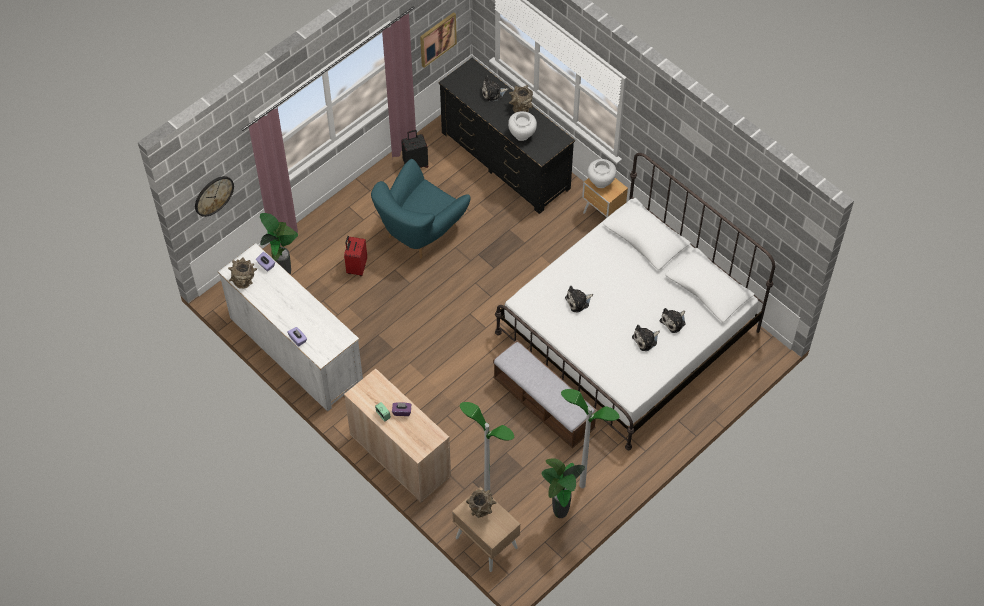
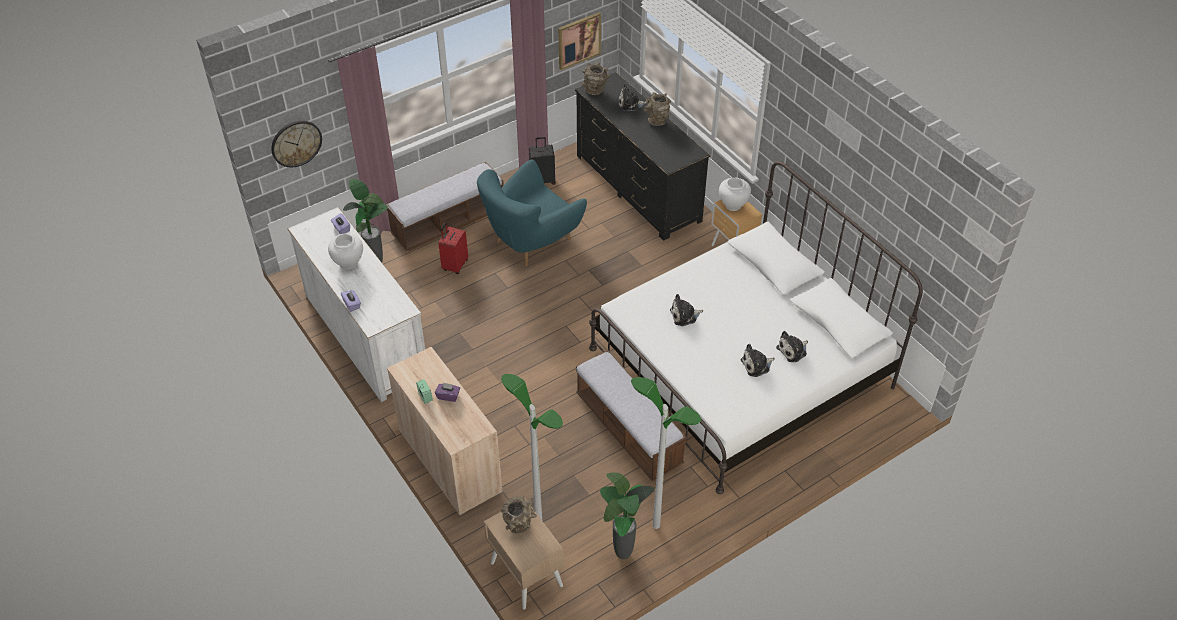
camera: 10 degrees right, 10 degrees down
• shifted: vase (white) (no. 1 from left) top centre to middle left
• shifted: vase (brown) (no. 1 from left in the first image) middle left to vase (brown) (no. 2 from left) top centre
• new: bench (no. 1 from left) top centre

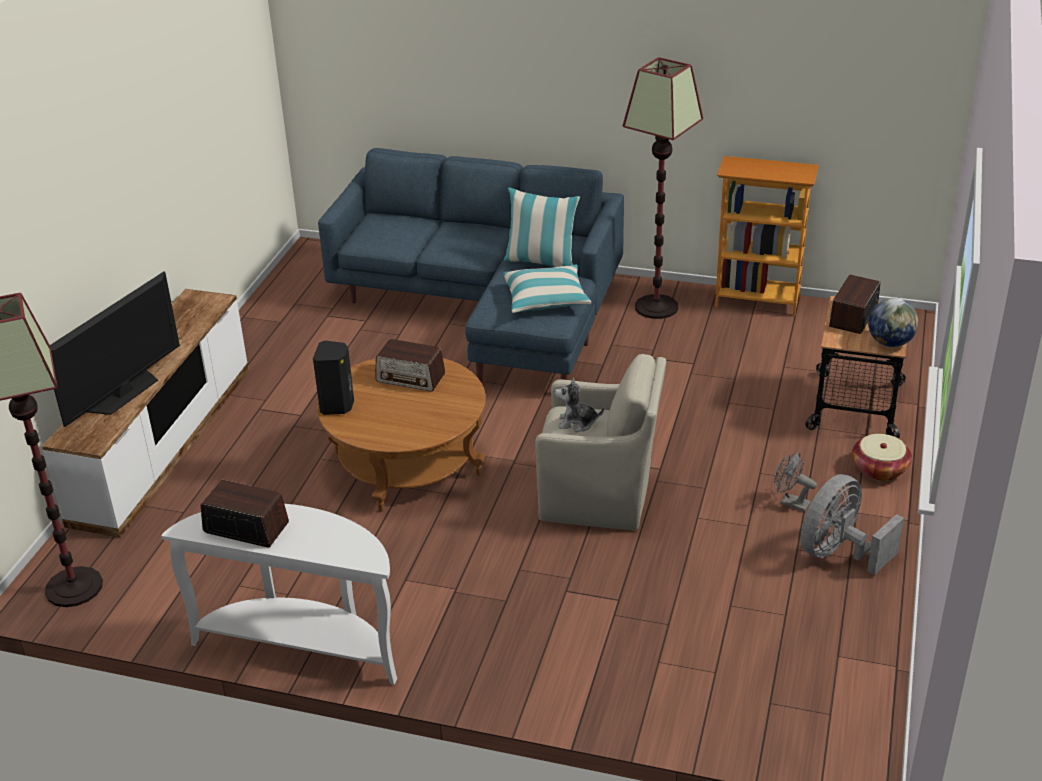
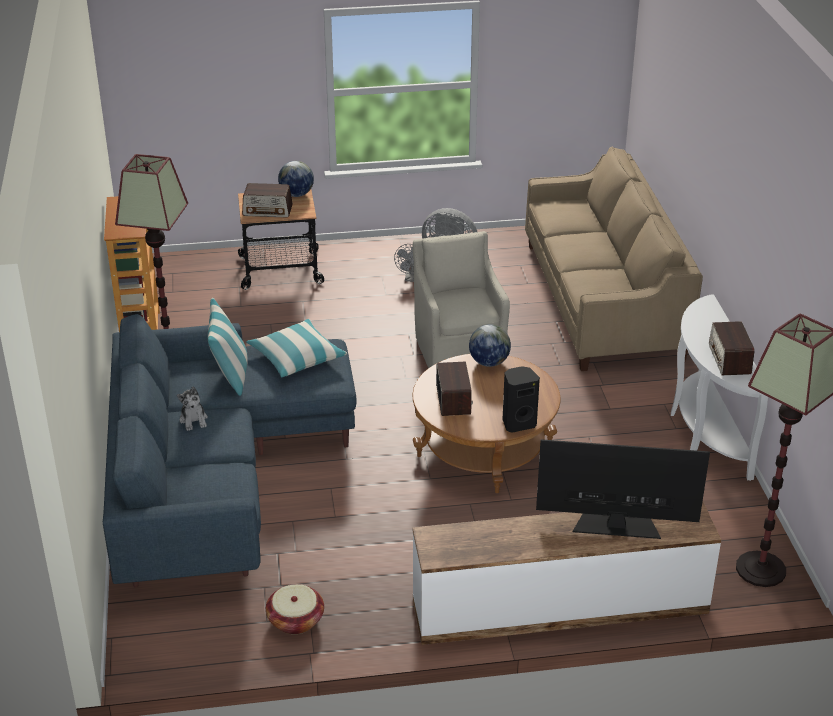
camera: 115 degrees left, 0 degrees up
• shifted: plush toy centre to middle left
• shifted: basket middle right to bottom centre
• new: sofa (beige) middle right
• new: globe (no. 2 from left) centre

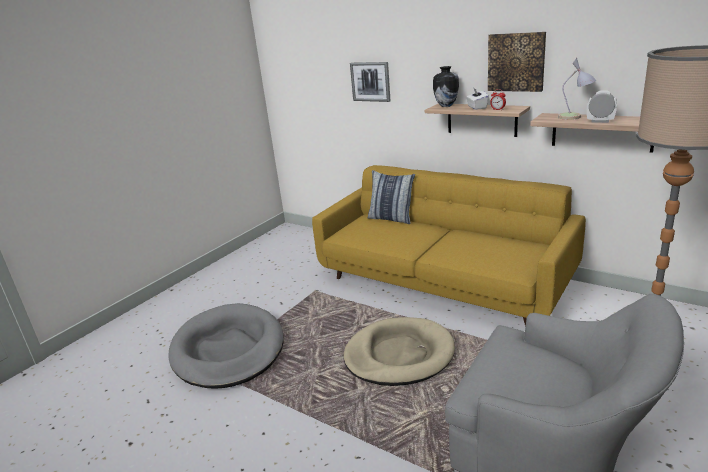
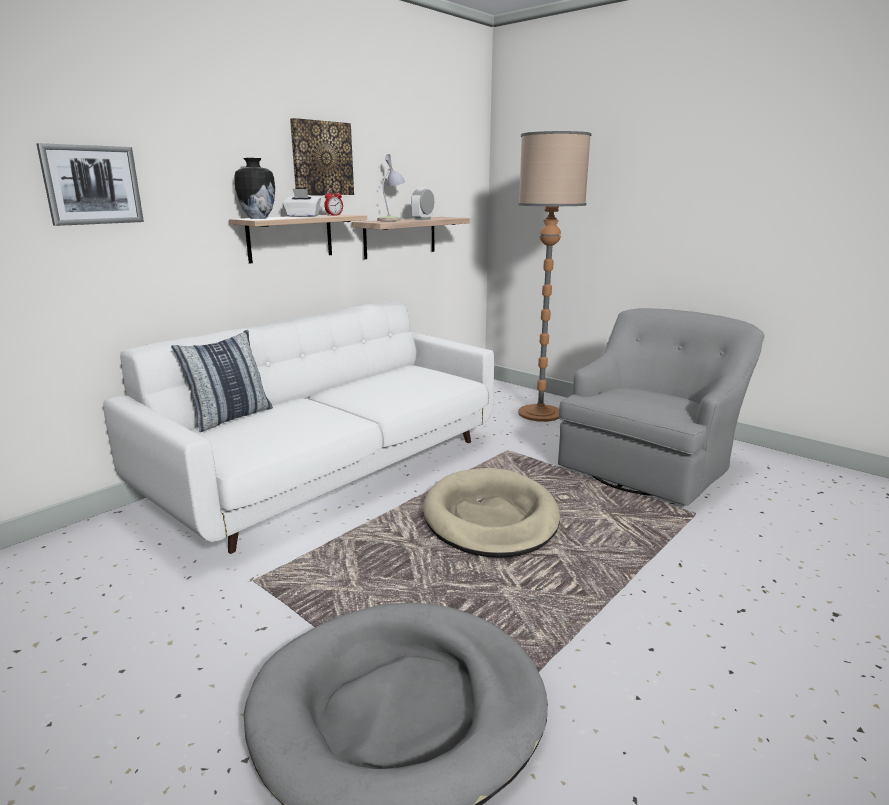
camera: 85 degrees left, 5 degrees down
• repainted: sofa (yellow) centre to sofa (white) centre

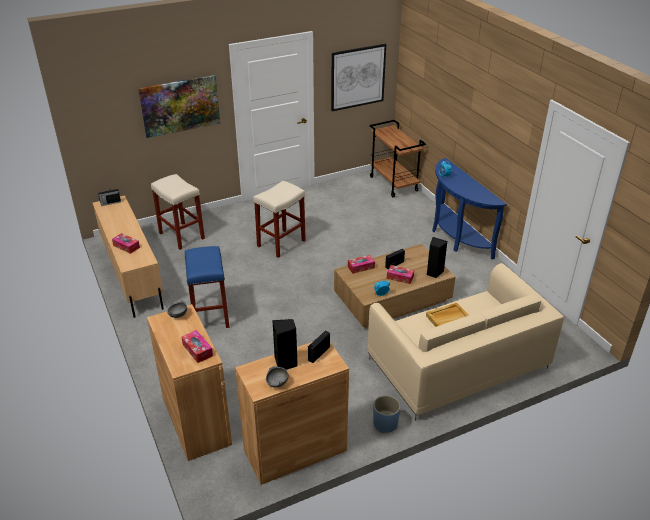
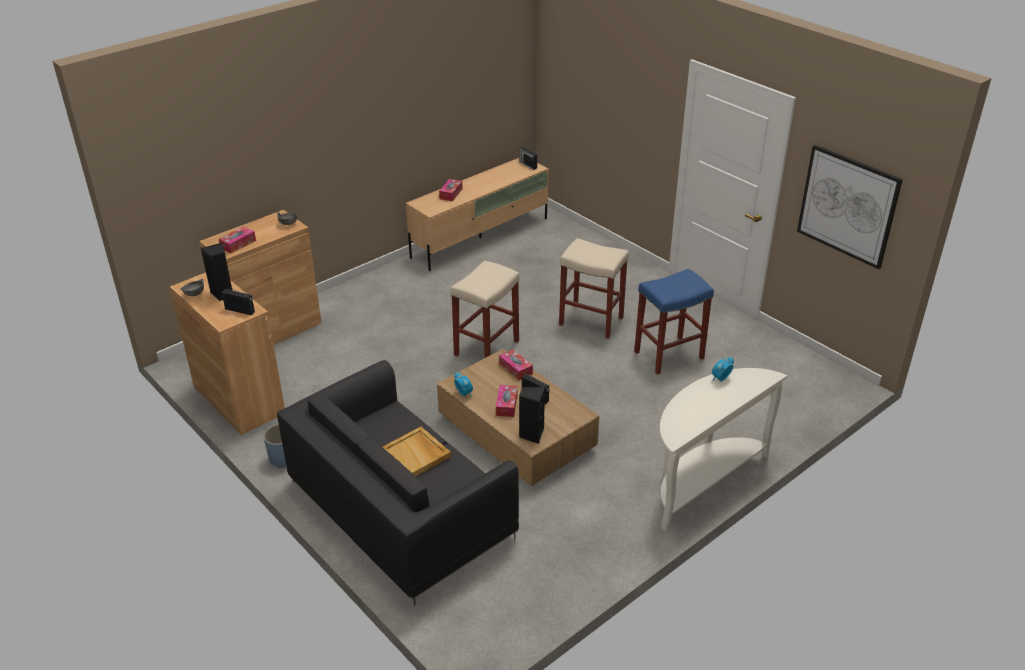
camera: 75 degrees right, 0 degrees up
• gone: picture (no. 1 from left) top left
• gone: cart (brown) top centre
• repainted: console table (blue) middle right to console table (white) bottom right
• shifted: stool (beige) (no. 1 from left) middle left to centre
• shifted: stool (blue) middle left to centre
• repainted: sofa (beige) middle right to sofa (black) bottom centre

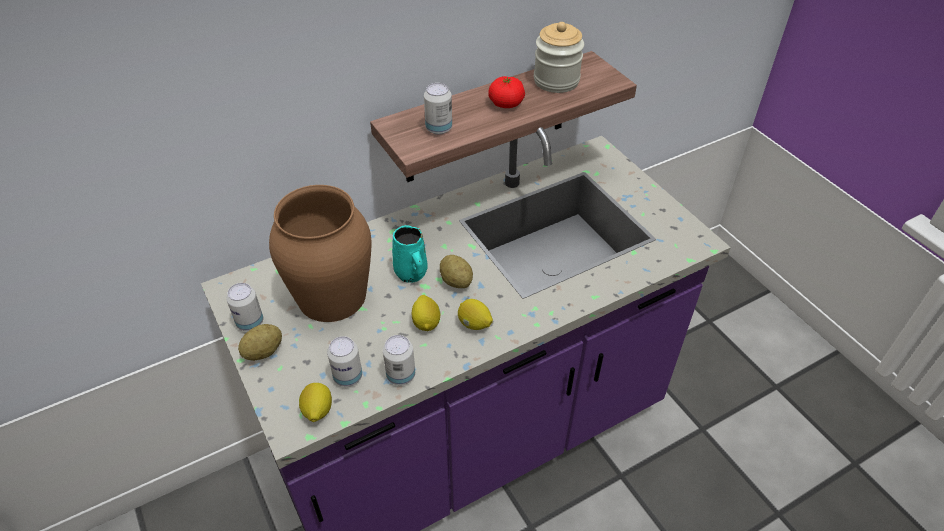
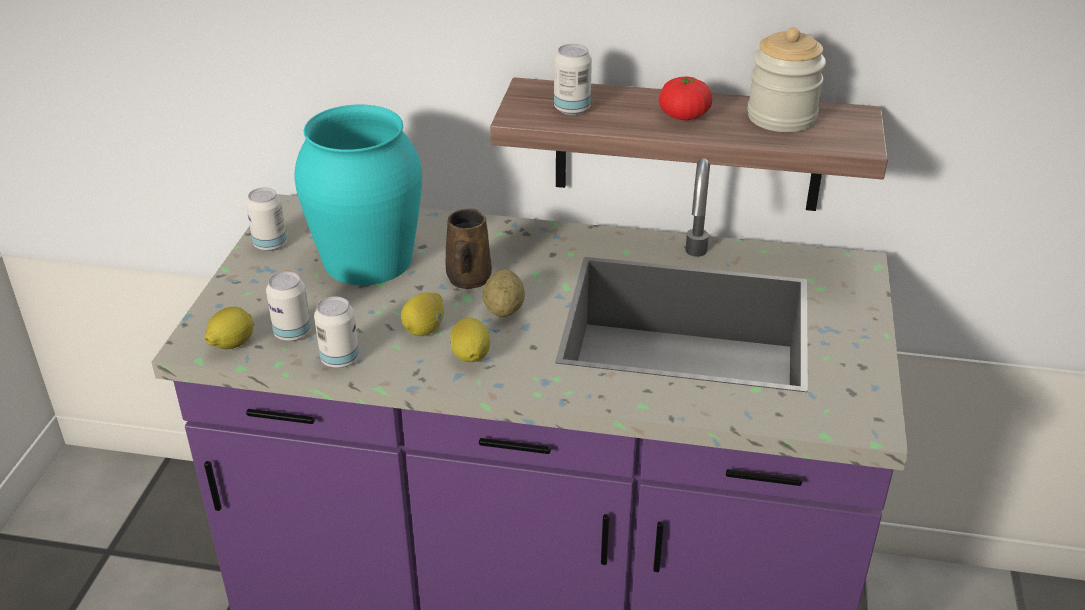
camera: 40 degrees right, 10 degrees down
• repainted: vase (brown) centre to vase (turquoise) top left
• repainted: mug (turquoise) centre to mug (brown) centre
• gone: potato (no. 1 from left) middle left

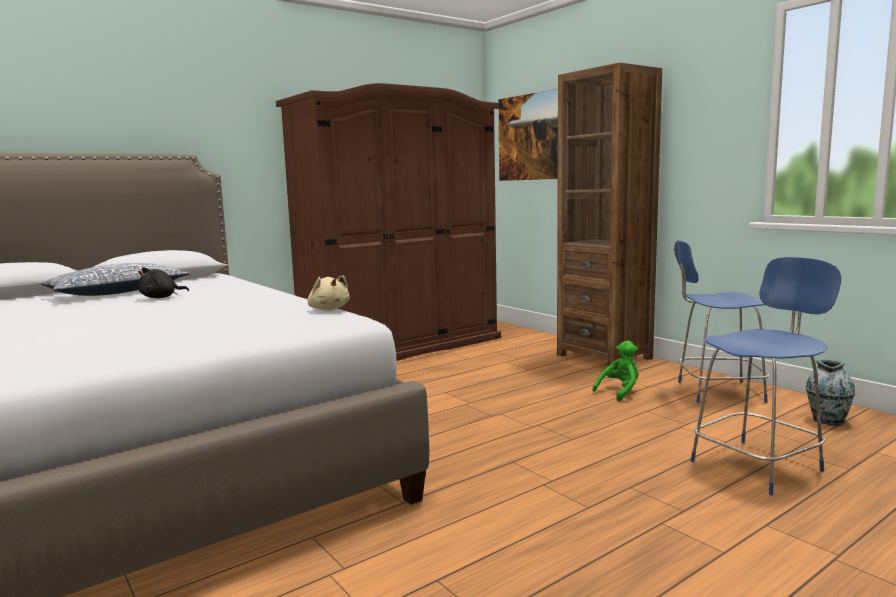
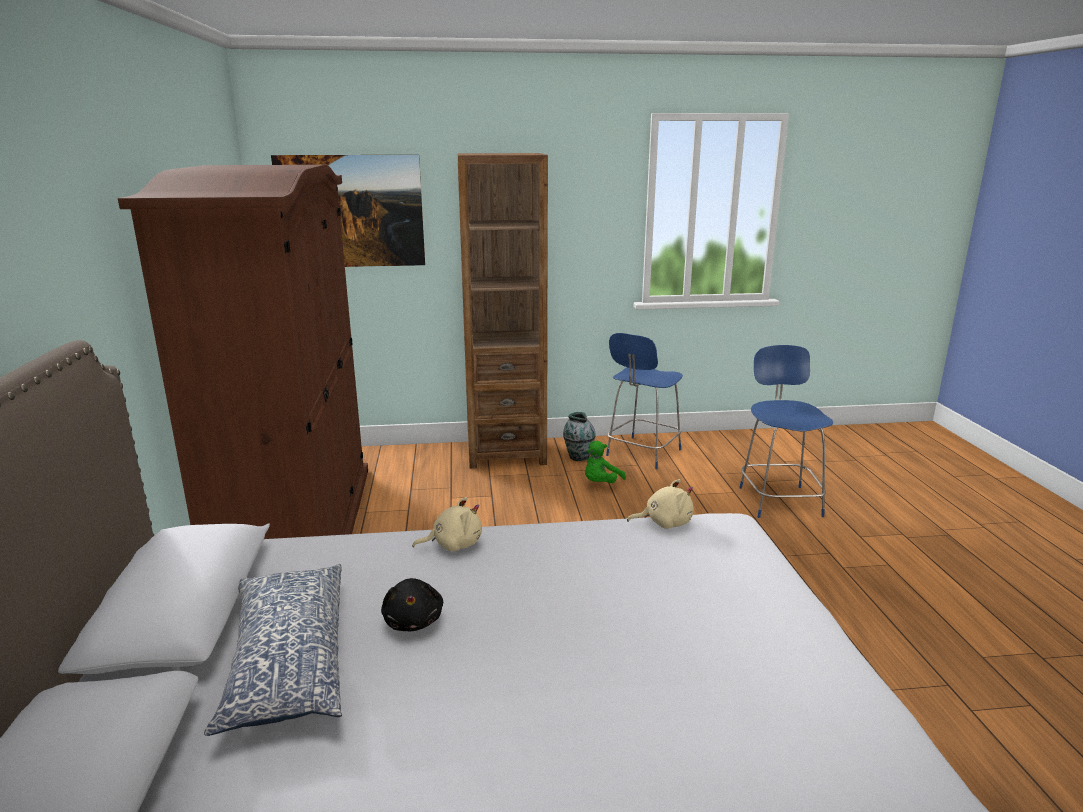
camera: 60 degrees left, 10 degrees up
• rotated: plush toy (green) middle right = centre 135 degrees counterclockwise
• shifted: vase middle right to centre
• new: plush toy (beige) (no. 1 from left) centre

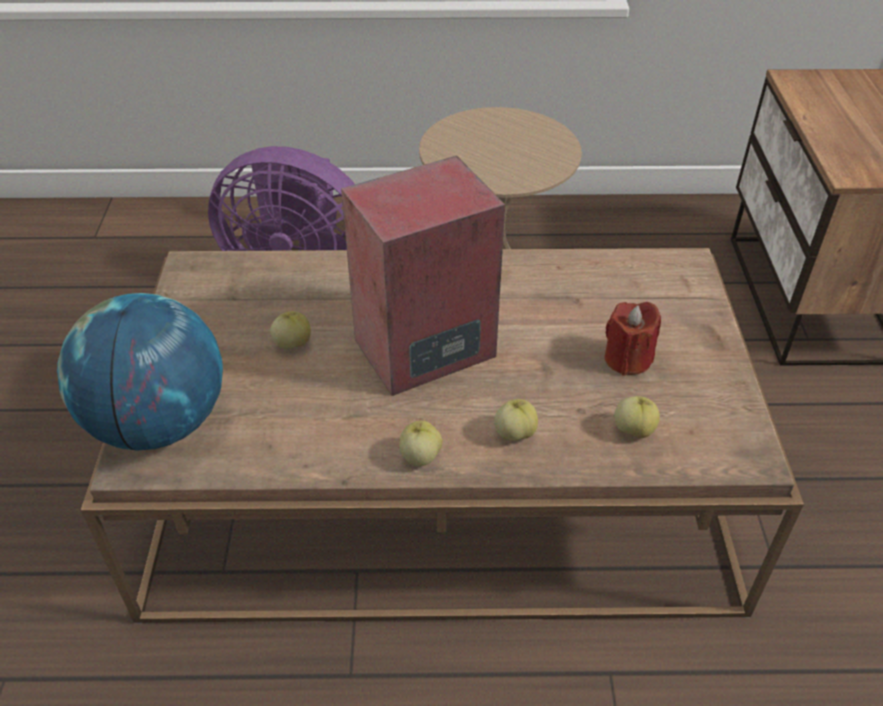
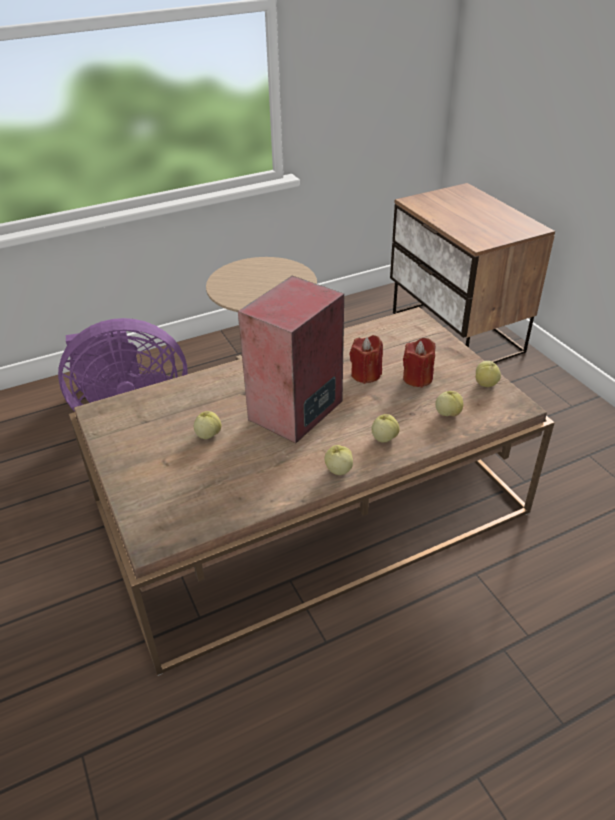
camera: 25 degrees left, 5 degrees down
• gone: globe middle left
• new: candle (red) (no. 1 from left) centre
• new: apple (no. 5 from left) middle right

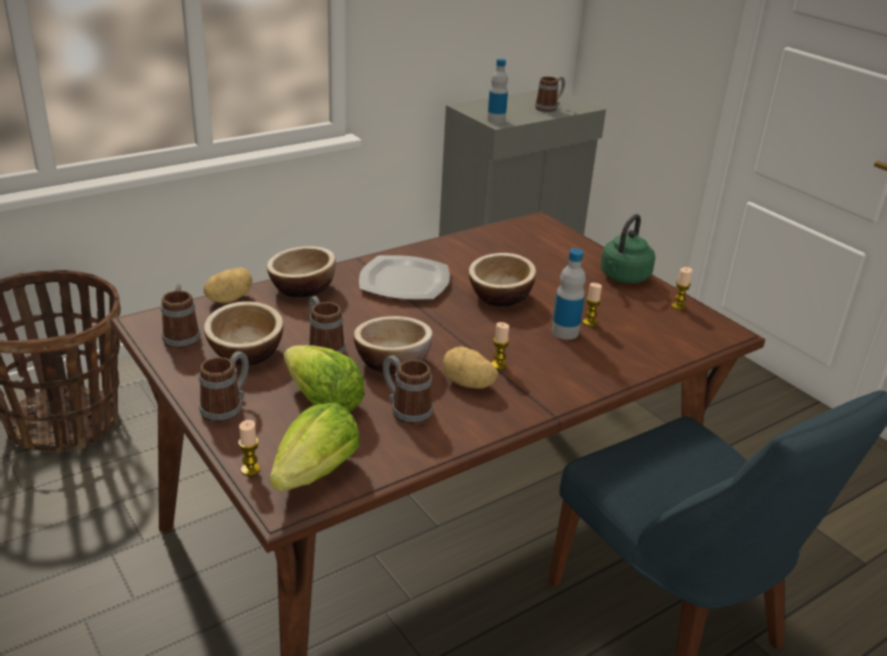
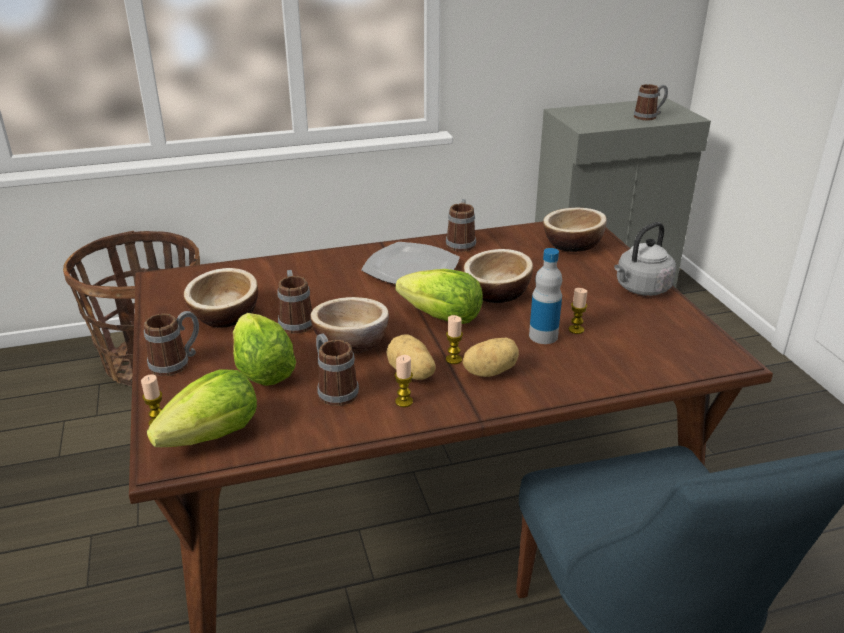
camera: 20 degrees right, 0 degrees up
• gone: bottle (no. 1 from left) top centre
• repainted: kettle (green) middle right to kettle (grey) middle right
• shifted: bowl (no. 2 from left in the first image) centre to bowl (no. 4 from left) middle right
• shifted: potato (no. 1 from left in the first image) middle left to potato (no. 2 from left) centre
• shifted: candle (no. 4 from left in the first image) middle right to candle (no. 2 from left) centre
• shifted: mug (no. 1 from left in the first image) middle left to mug (no. 4 from left) centre
• new: lettuce (no. 3 from left) centre

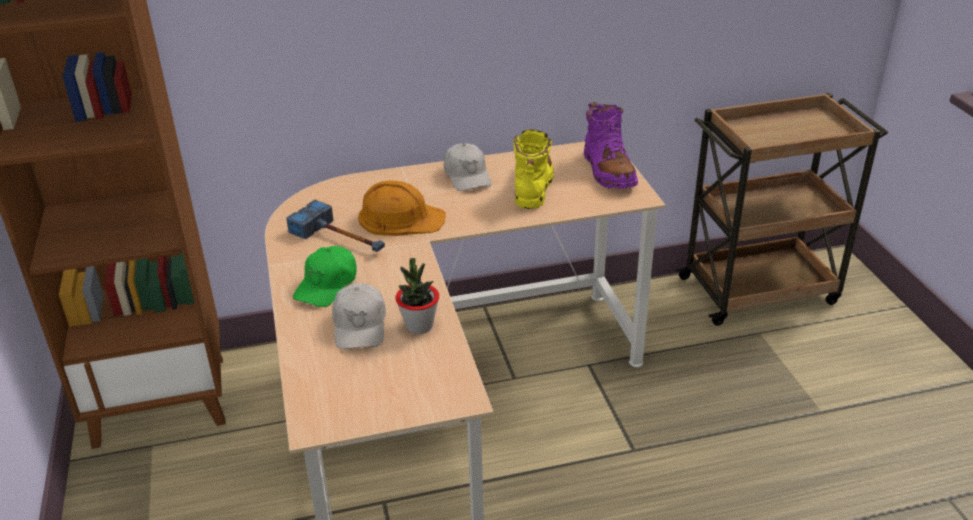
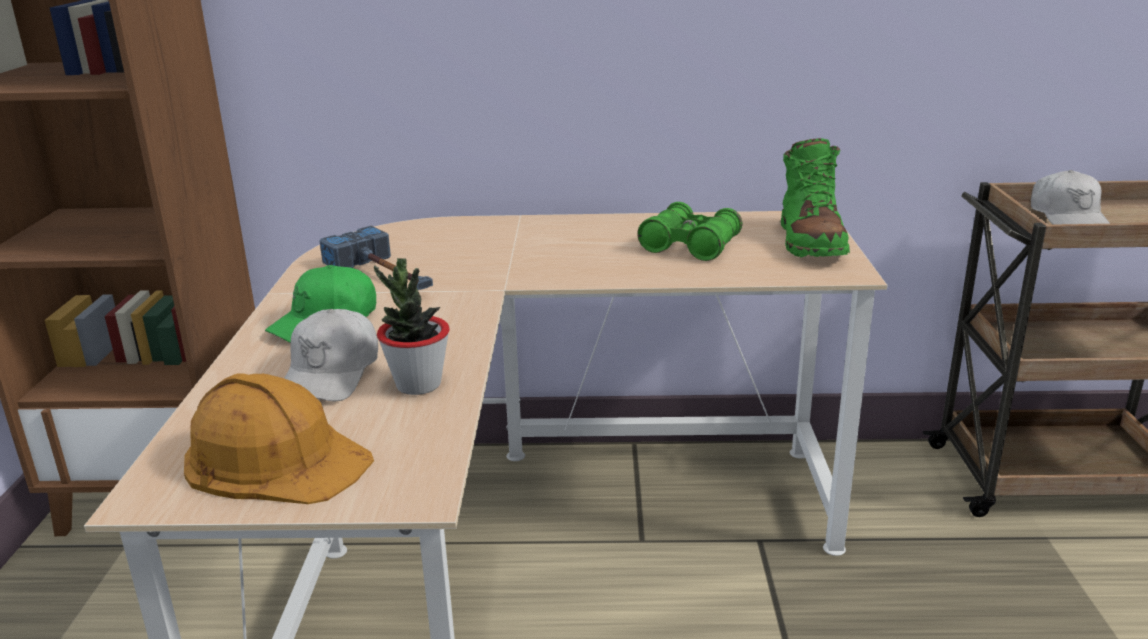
camera: 15 degrees right, 10 degrees down
• repainted: boot (purple) top centre to boot (green) top right
• swapped: boot (yellow) top centre to binoculars (green) centre
• shifted: cap (white) (no. 2 from left) top centre to top right
• shifted: hard hat (orange) centre to bottom left

